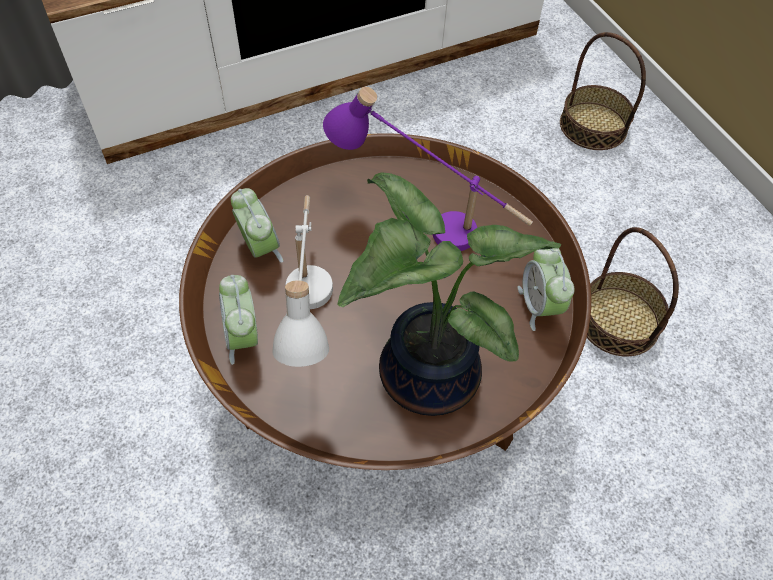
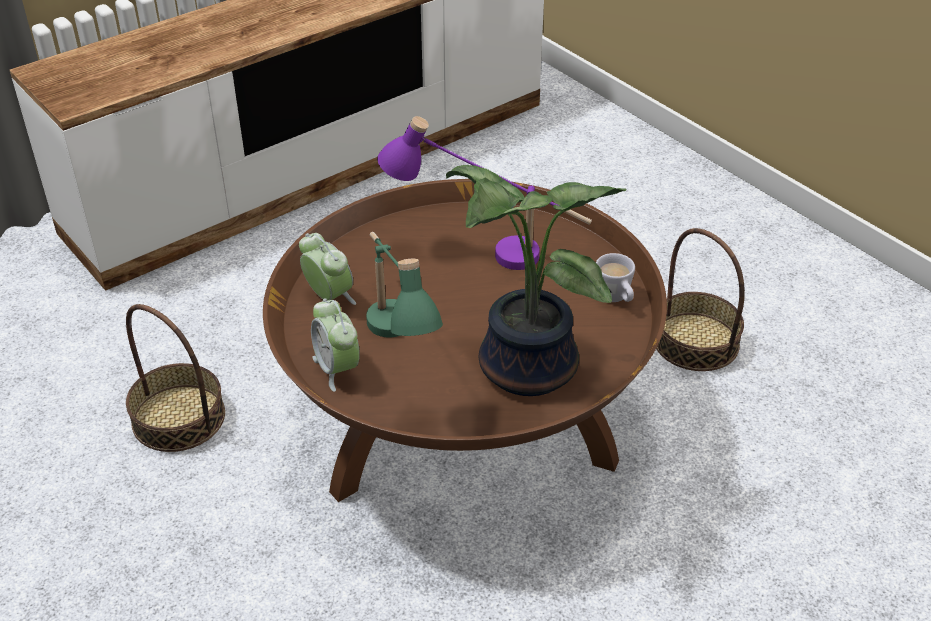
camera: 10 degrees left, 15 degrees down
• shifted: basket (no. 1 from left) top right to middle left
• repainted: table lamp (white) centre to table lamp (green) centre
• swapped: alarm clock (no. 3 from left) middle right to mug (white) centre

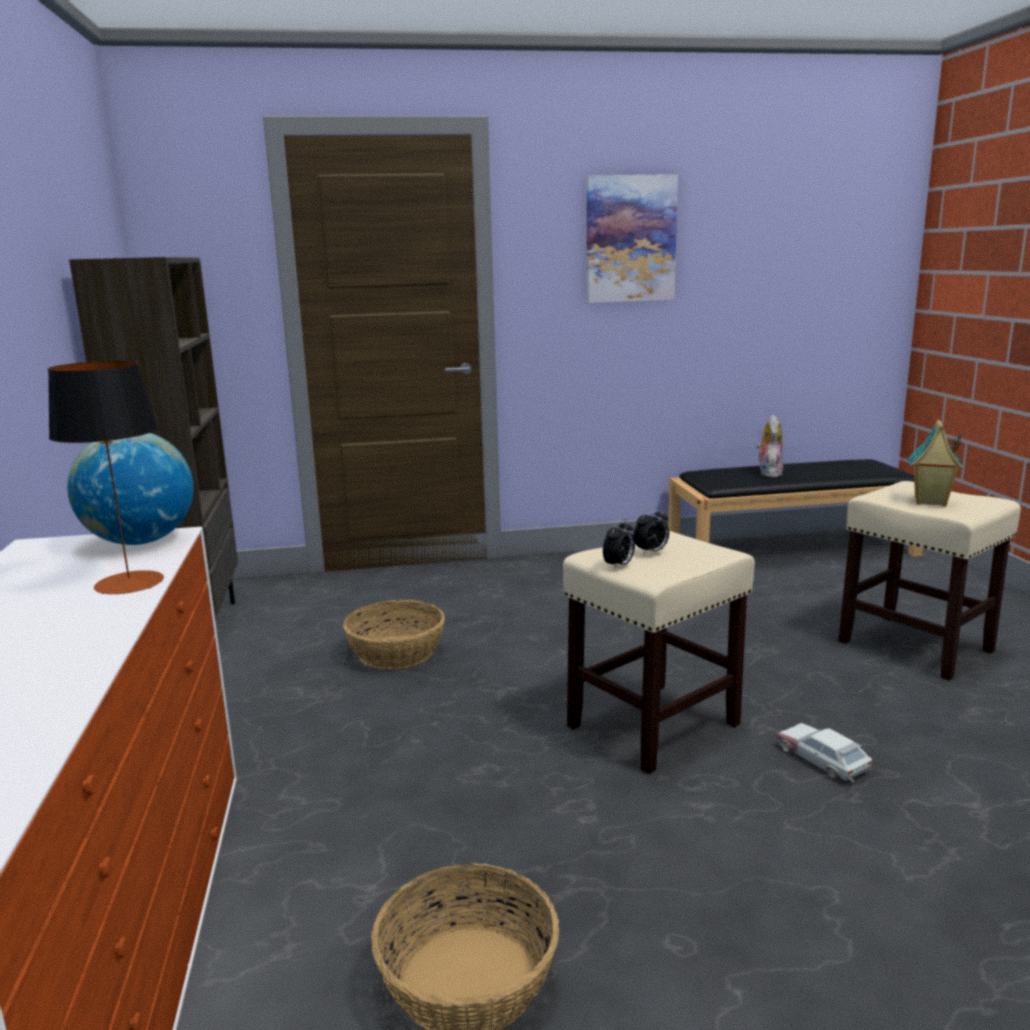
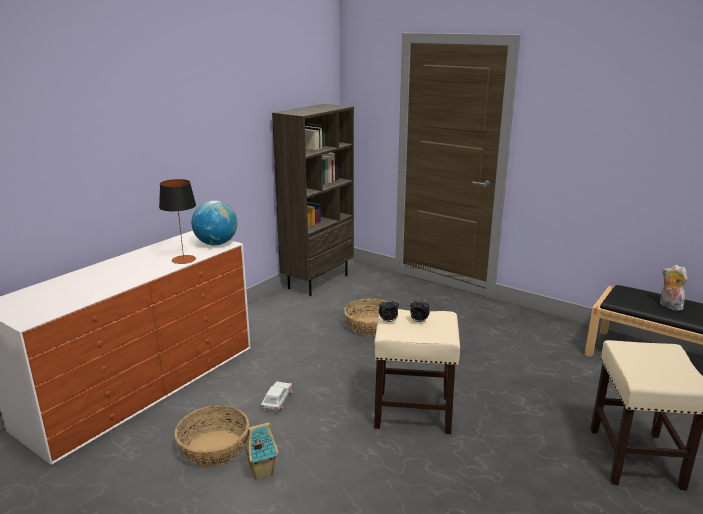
camera: 45 degrees right, 5 degrees up
• gone: picture top centre
• rotated: plush toy middle right = middle right 90 degrees counterclockwise
• shifted: toy house middle right to bottom centre
• shifted: toy car bottom right to bottom centre

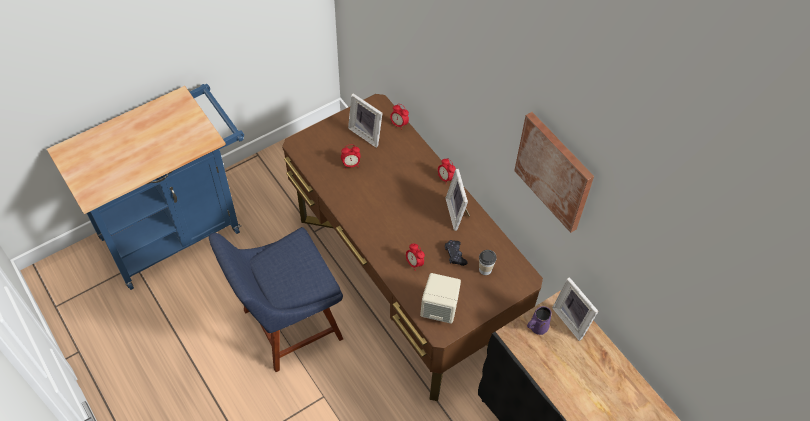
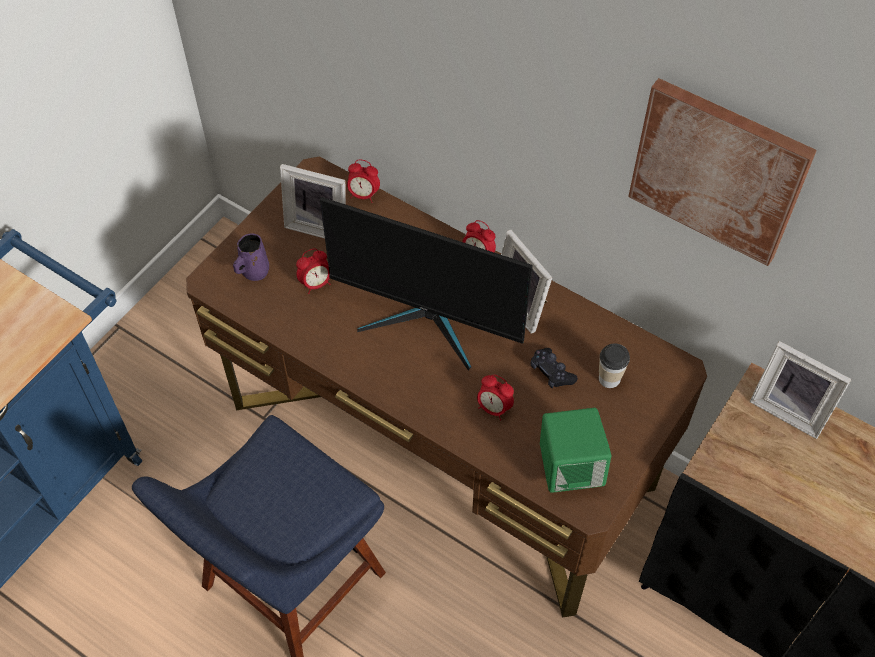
camera: 20 degrees left, 0 degrees up
• repainted: speaker (beige) bottom centre to speaker (green) bottom centre
• shifted: mug (purple) bottom centre to middle left
• new: monitor centre

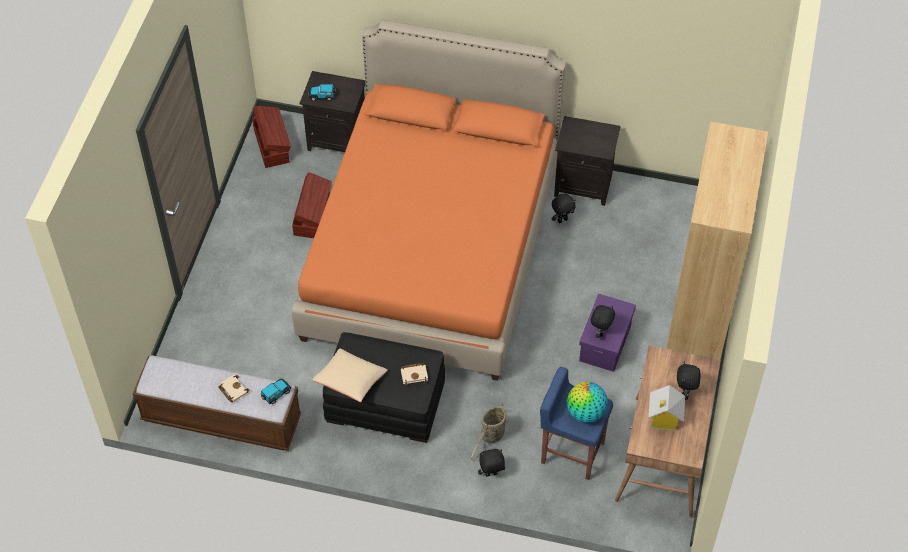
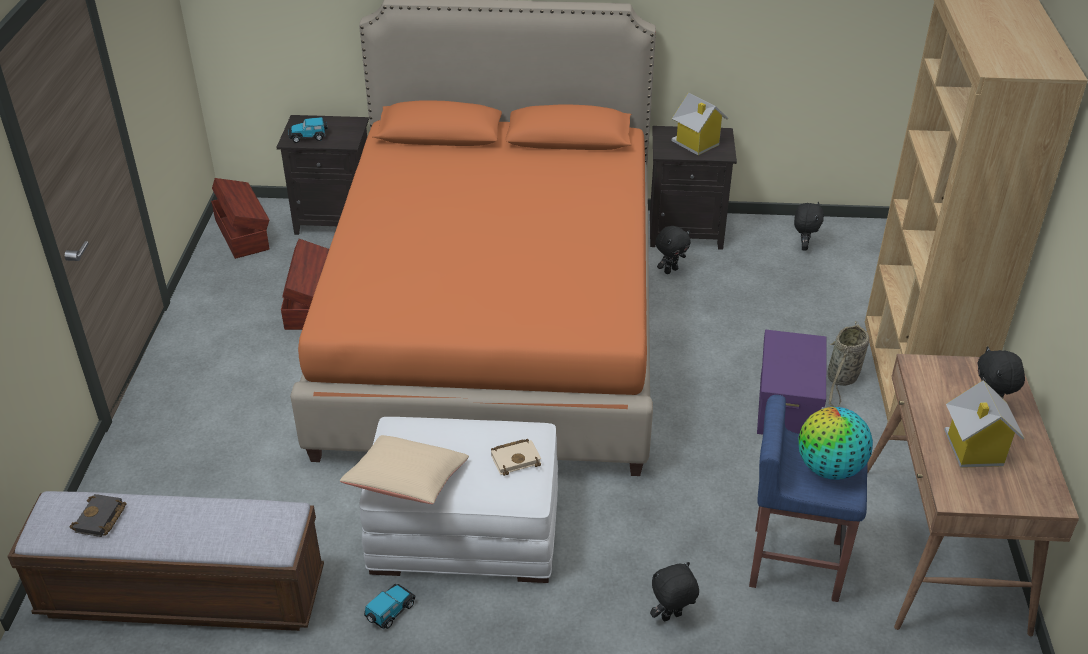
camera: 10 degrees left, 15 degrees down
• shifted: plush toy (black) (no. 3 from left) centre to middle right
• repainted: ottoman (black) bottom centre to ottoman (white) bottom centre
• gone: book (beige) (no. 1 from left) bottom left
• shifted: toy car (no. 1 from left in the first image) bottom left to toy car (no. 2 from left) bottom centre
• shifted: basket bottom centre to middle right
• new: toy house (no. 1 from left) top centre
• new: book (black) bottom left

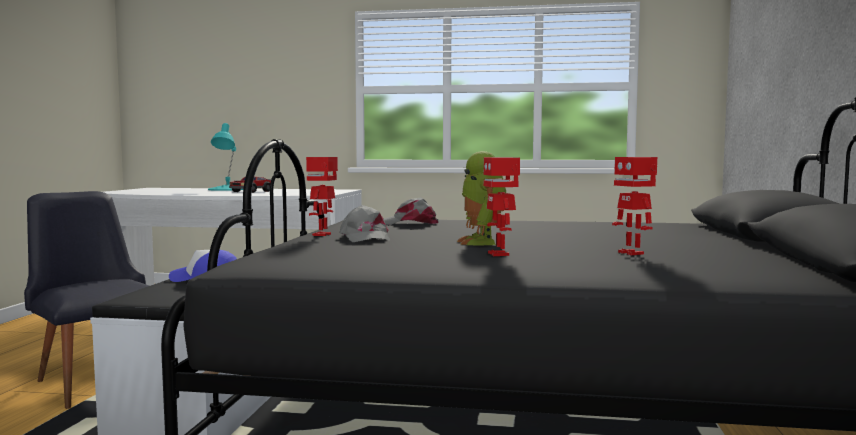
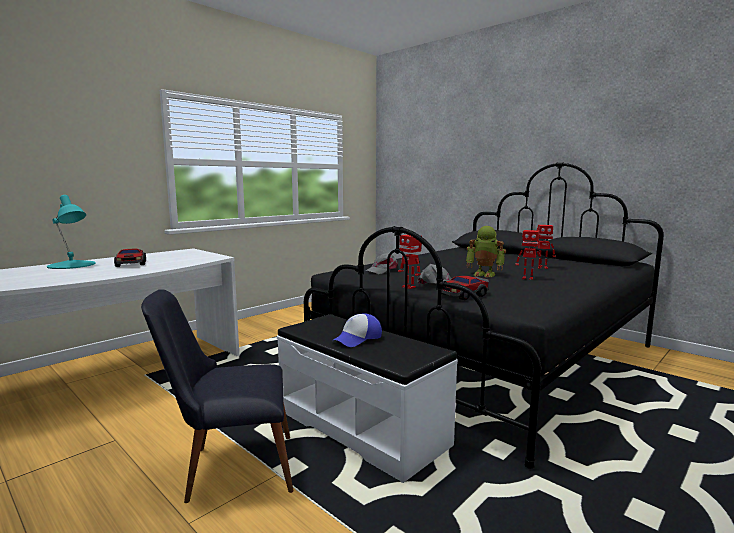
camera: 55 degrees left, 5 degrees up
• new: toy car (no. 2 from left) centre

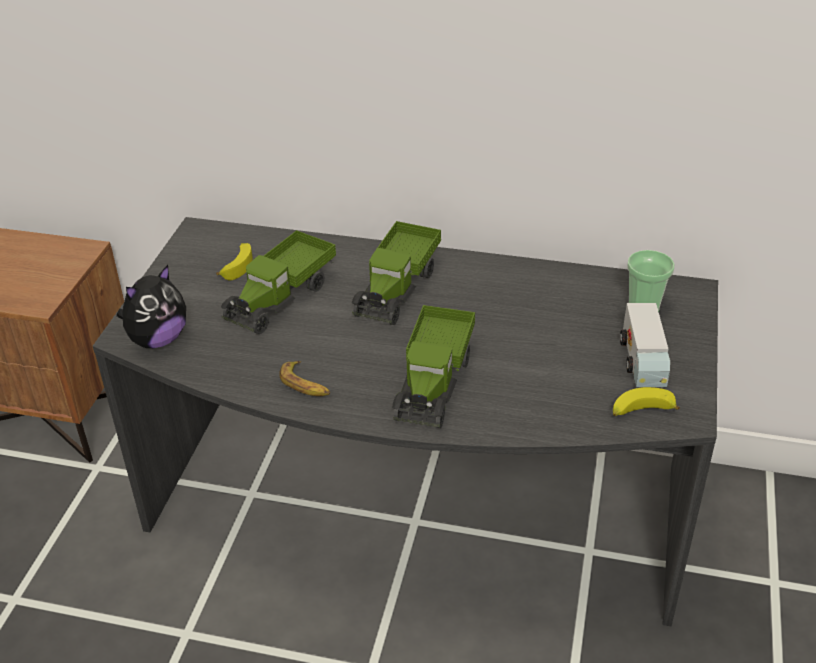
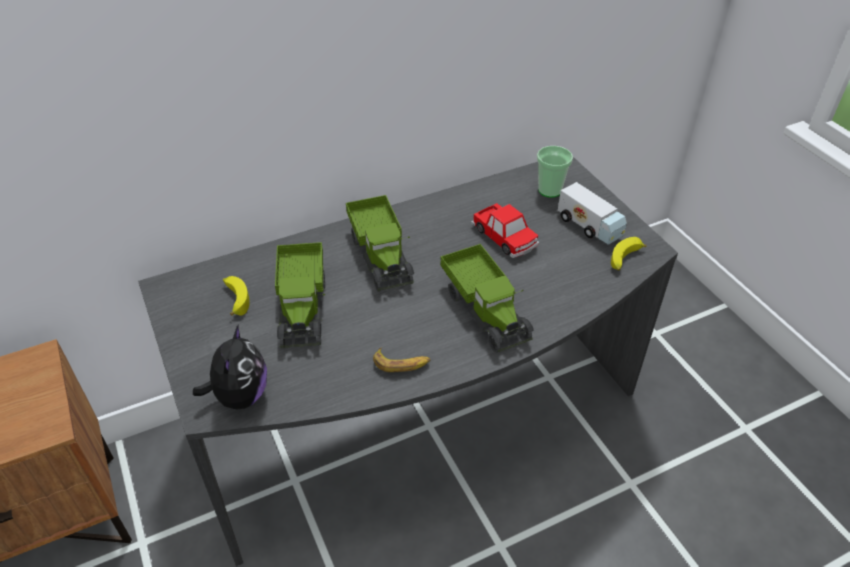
camera: 40 degrees left, 5 degrees up
• new: toy car centre

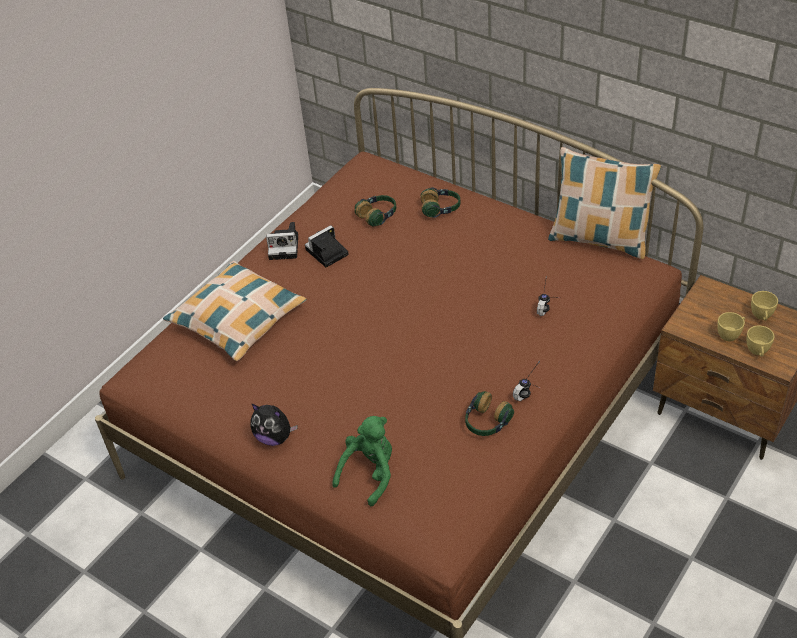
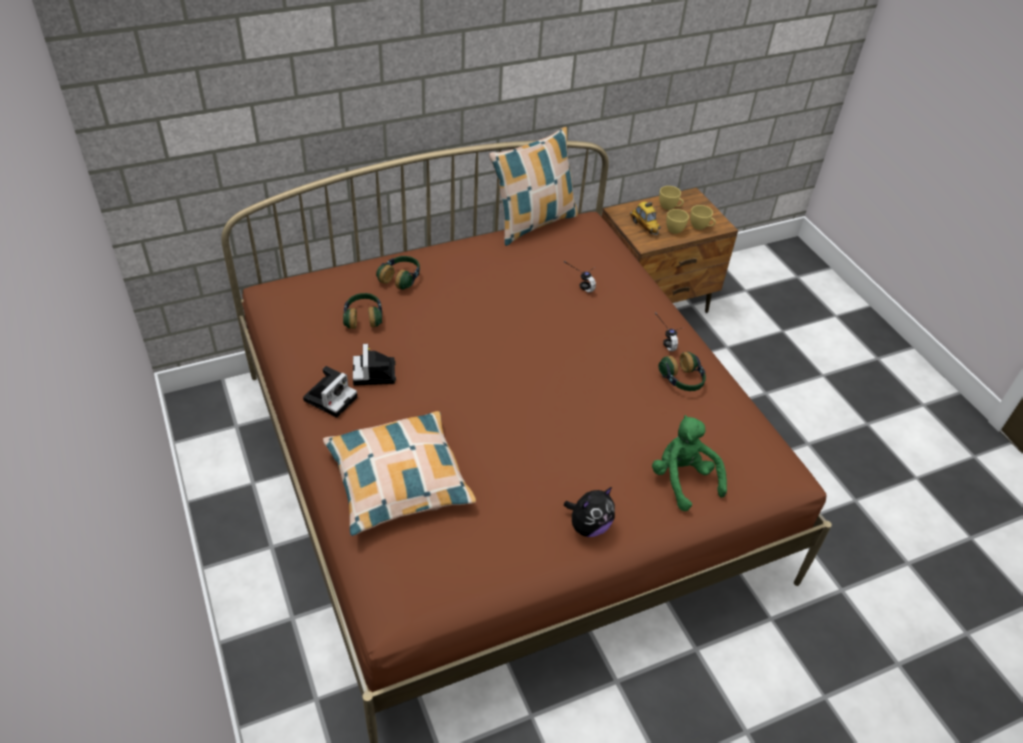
camera: 65 degrees left, 0 degrees up
• new: toy car top centre

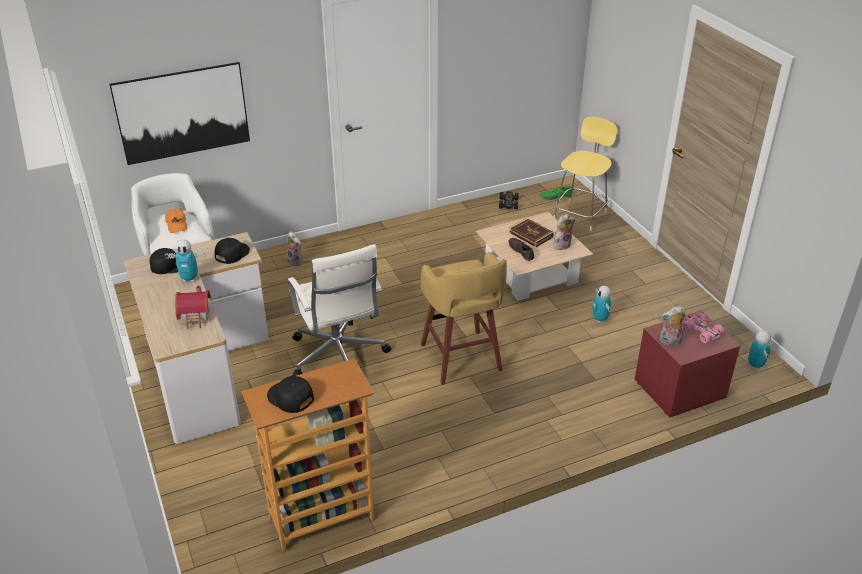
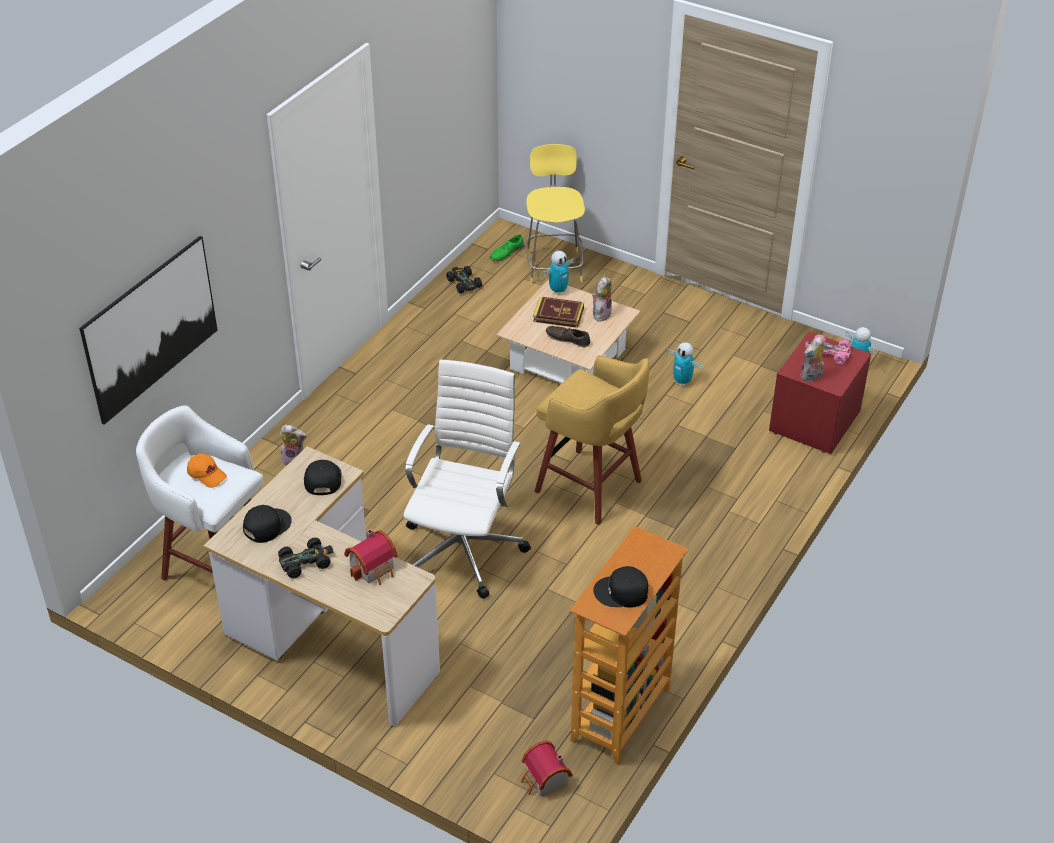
camera: 35 degrees left, 5 degrees up
• shifted: toy robot (no. 1 from left) middle left to top centre
• rotated: office chair (white) centre = centre 105 degrees counterclockwise
• new: toy car (black) (no. 1 from left) middle left
• new: toy house (no. 2 from left) bottom centre

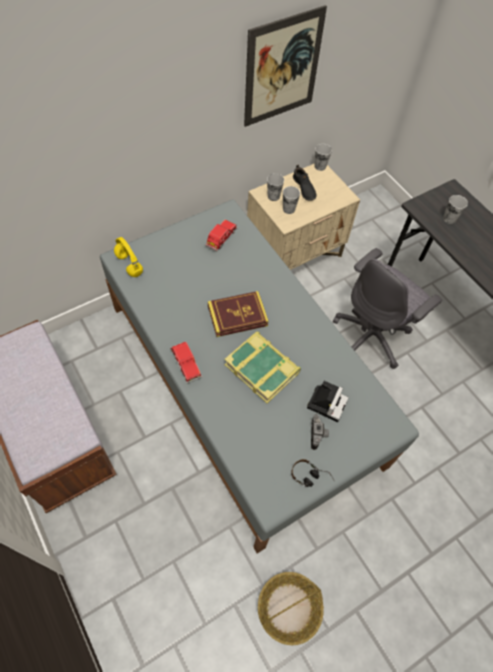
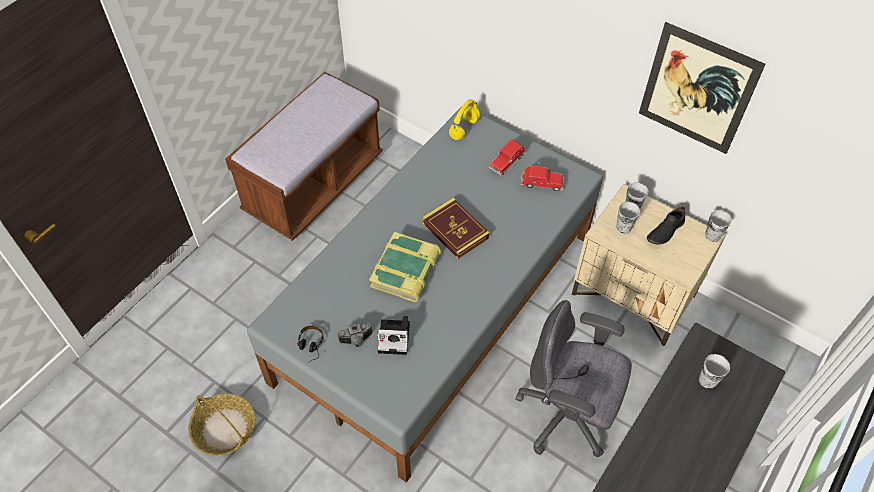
camera: 70 degrees right, 5 degrees down
• shifted: toy car (red) (no. 1 from left) centre to top centre

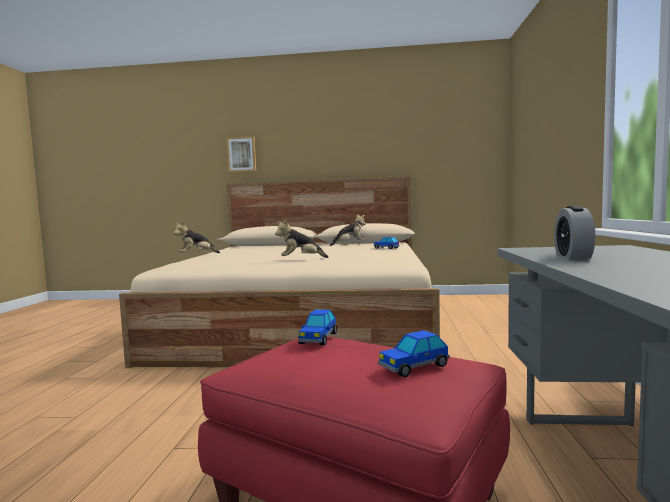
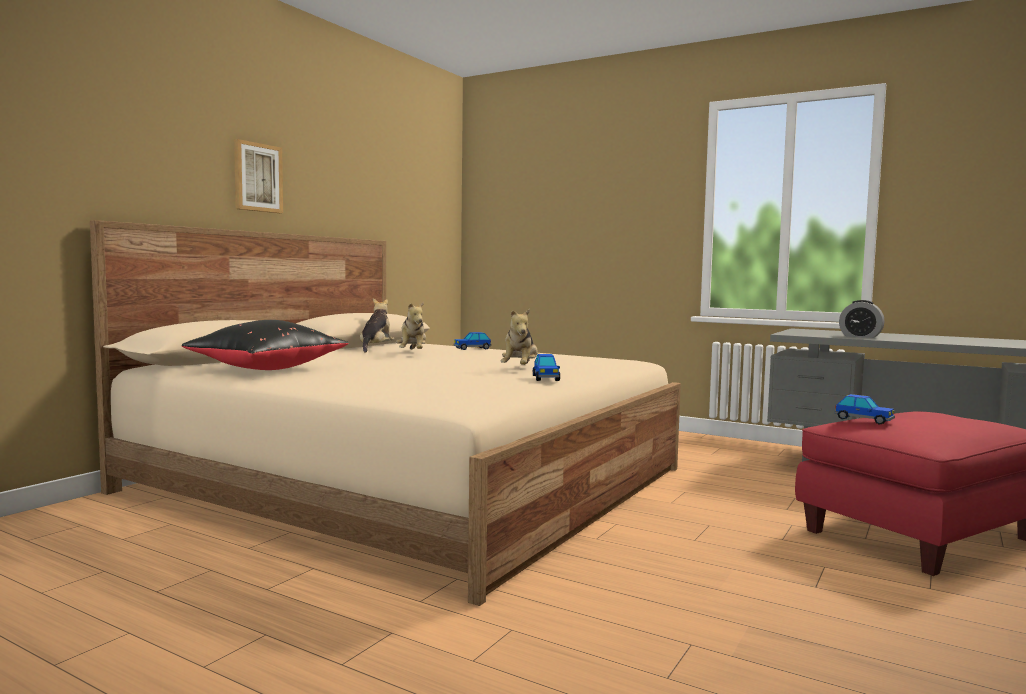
camera: 65 degrees left, 0 degrees up
• shifted: picture top centre to top left
• shifted: plush toy (no. 1 from left in the first image) middle left to plush toy (no. 2 from left) centre
• shifted: toy car (no. 3 from left in the first image) bottom centre to toy car (no. 2 from left) centre
• new: pillow (black) middle left

